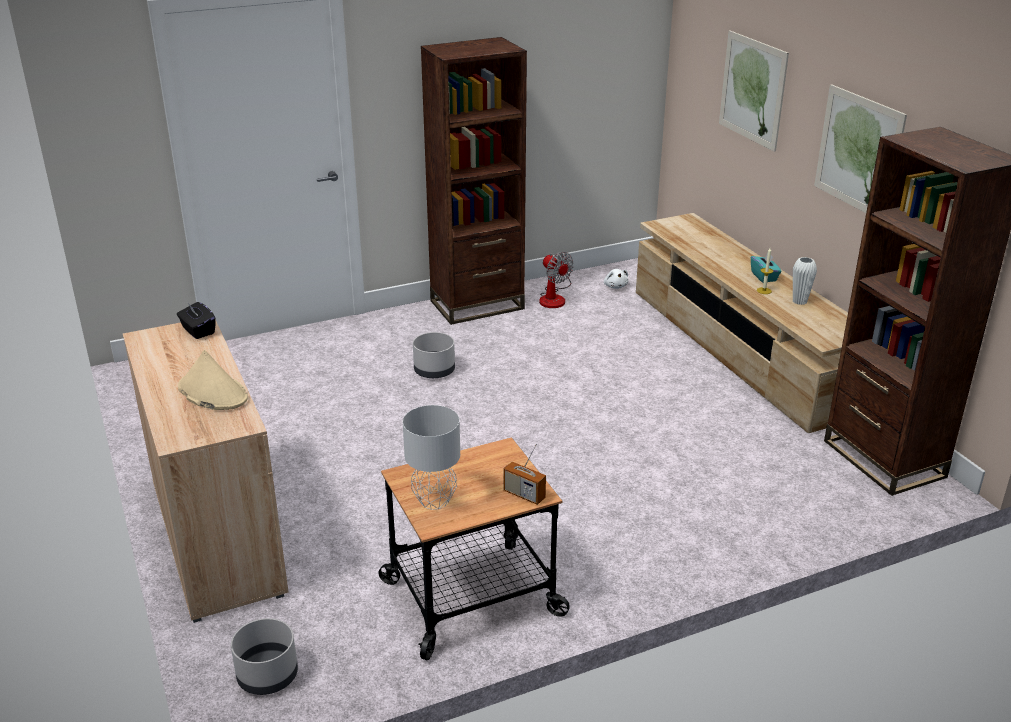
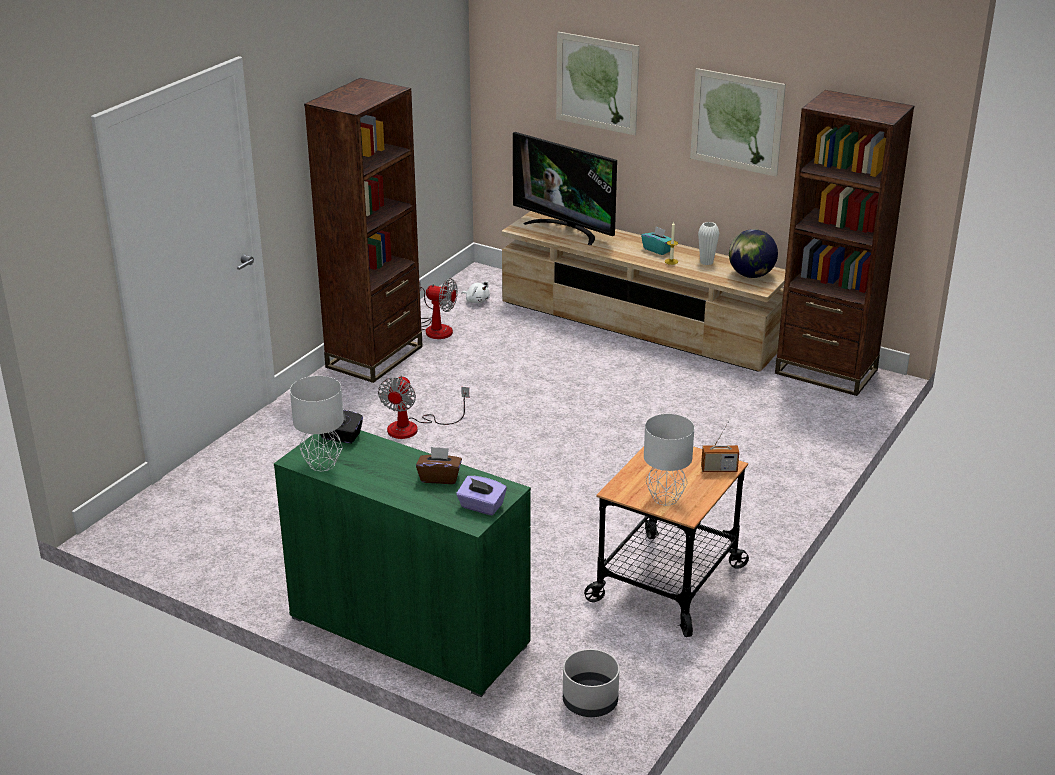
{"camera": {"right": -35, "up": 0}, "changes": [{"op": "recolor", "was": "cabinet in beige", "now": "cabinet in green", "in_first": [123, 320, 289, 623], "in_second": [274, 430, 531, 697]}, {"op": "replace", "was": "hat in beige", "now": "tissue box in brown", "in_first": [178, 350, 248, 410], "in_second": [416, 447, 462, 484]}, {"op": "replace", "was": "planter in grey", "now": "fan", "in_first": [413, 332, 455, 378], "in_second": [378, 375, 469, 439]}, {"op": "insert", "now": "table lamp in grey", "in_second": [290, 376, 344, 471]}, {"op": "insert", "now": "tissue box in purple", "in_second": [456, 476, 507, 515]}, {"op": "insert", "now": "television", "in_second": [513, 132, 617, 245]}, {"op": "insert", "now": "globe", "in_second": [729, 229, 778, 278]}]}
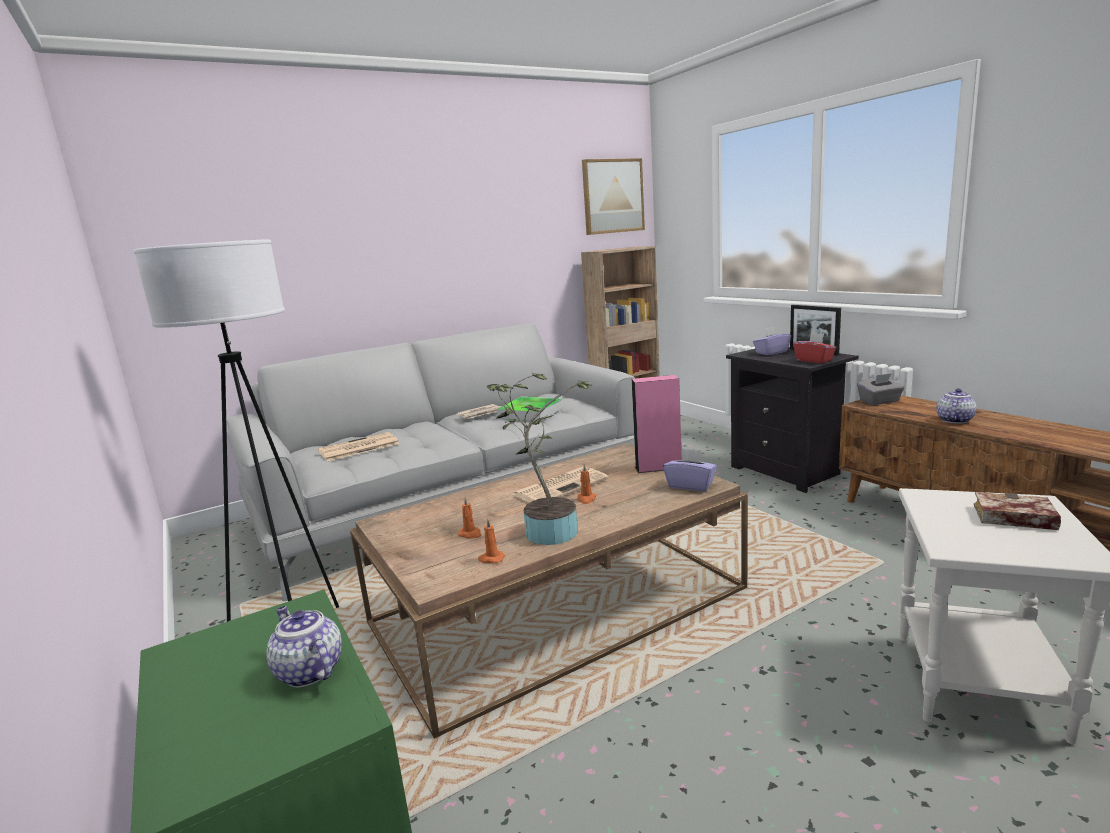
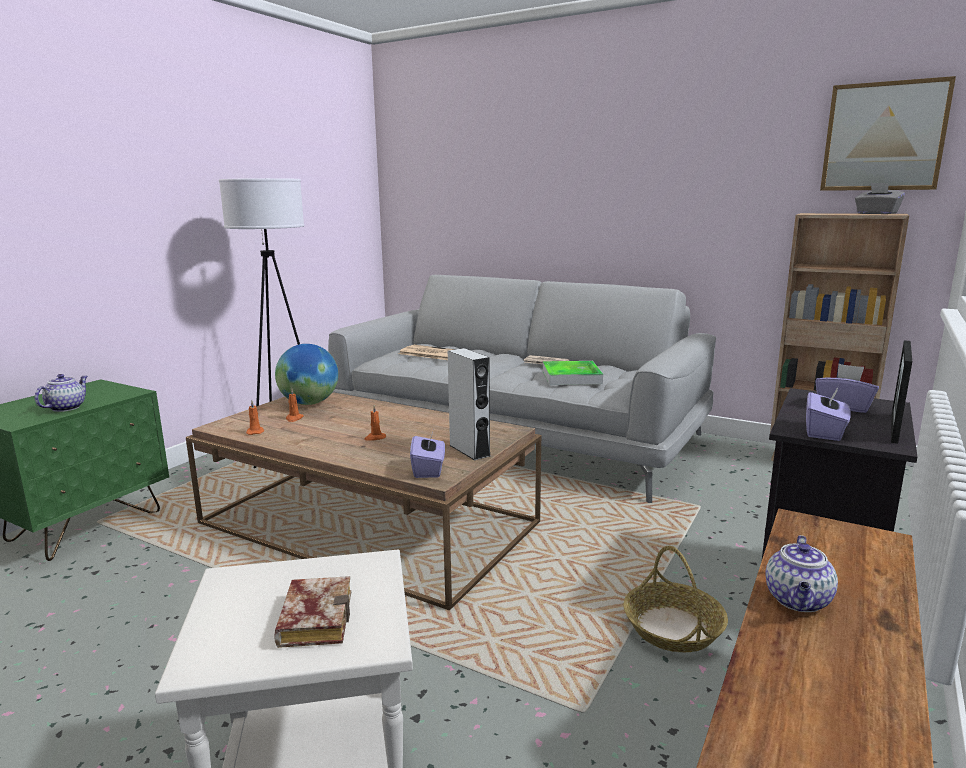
{"camera": {"right": 60, "up": 0}, "changes": [{"op": "delete", "was": "potted plant", "in_first": [487, 372, 593, 545]}, {"op": "delete", "was": "newspaper", "in_first": [512, 466, 608, 503]}, {"op": "recolor", "was": "speaker in pink", "now": "speaker in grey", "in_first": [632, 375, 681, 473], "in_second": [448, 348, 490, 460]}, {"op": "recolor", "was": "tissue box in red", "now": "tissue box in purple", "in_first": [793, 332, 836, 363], "in_second": [806, 387, 851, 441]}, {"op": "move", "was": "tissue box in grey", "in_first": [857, 373, 904, 405], "in_second": [855, 183, 905, 214]}, {"op": "rotate", "was": "teapot", "in_first": [936, 388, 977, 424], "in_second": [765, 535, 838, 612], "clockwise": 105}, {"op": "insert", "now": "globe", "in_second": [275, 344, 338, 405]}, {"op": "insert", "now": "basket", "in_second": [624, 546, 728, 652]}]}
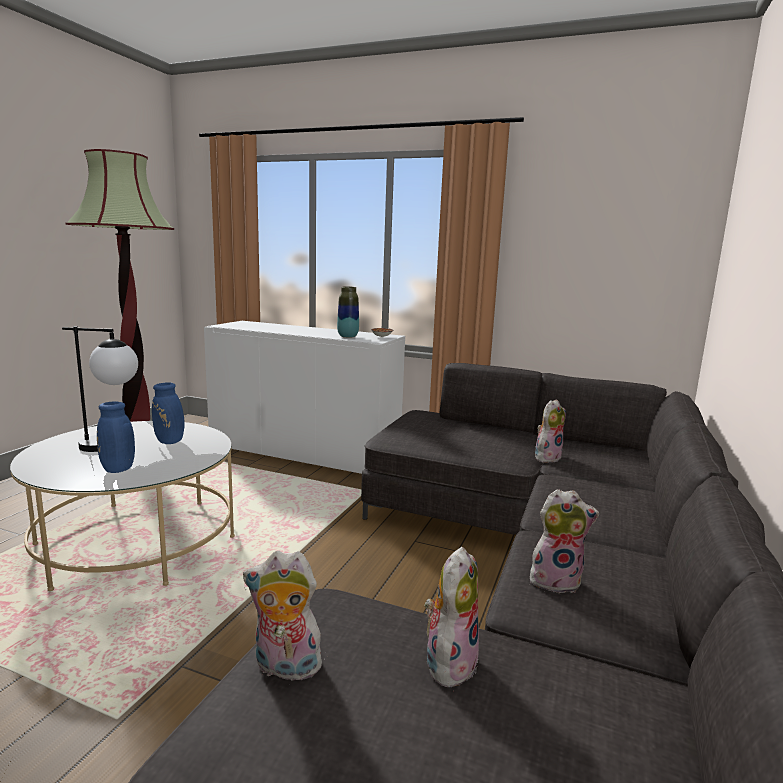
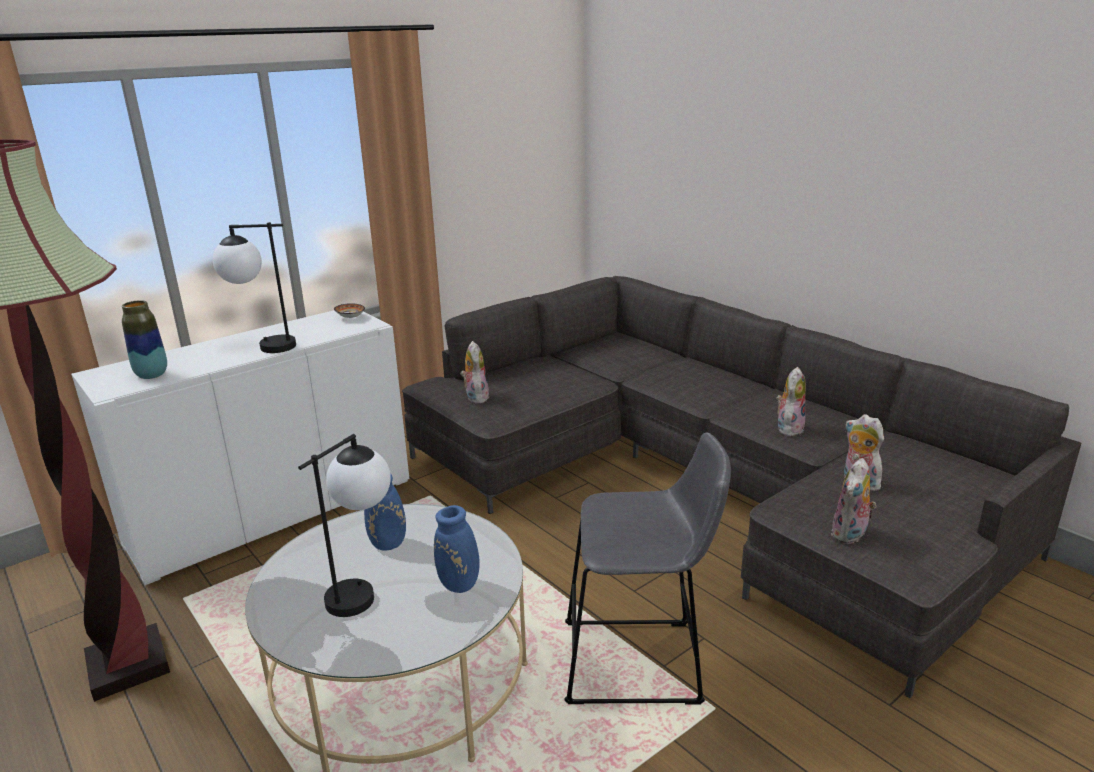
{"camera": {"right": -60, "up": 10}, "changes": [{"op": "move", "was": "vase", "in_first": [337, 286, 359, 338], "in_second": [122, 300, 167, 379]}, {"op": "move", "was": "plush toy", "in_first": [535, 399, 566, 463], "in_second": [460, 341, 490, 404]}, {"op": "insert", "now": "table lamp", "in_second": [213, 222, 296, 353]}, {"op": "insert", "now": "stool in grey", "in_second": [565, 433, 731, 705]}]}
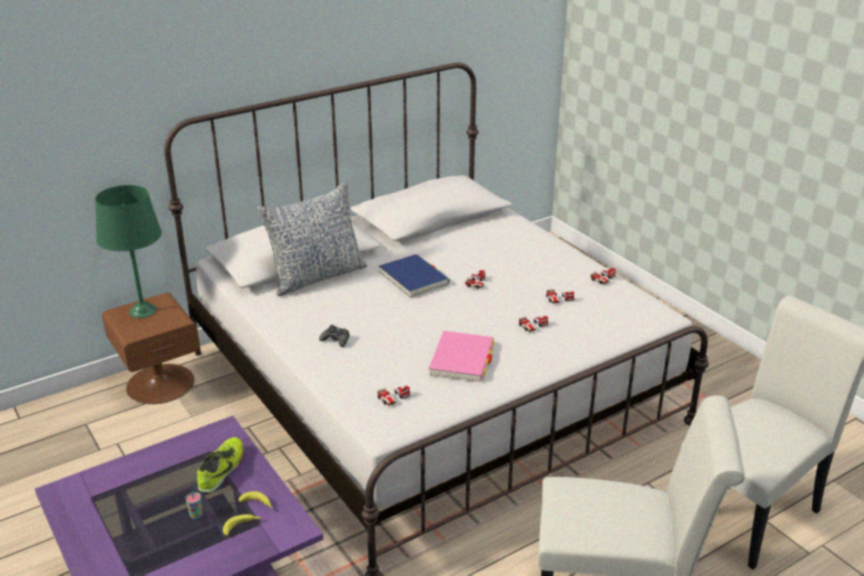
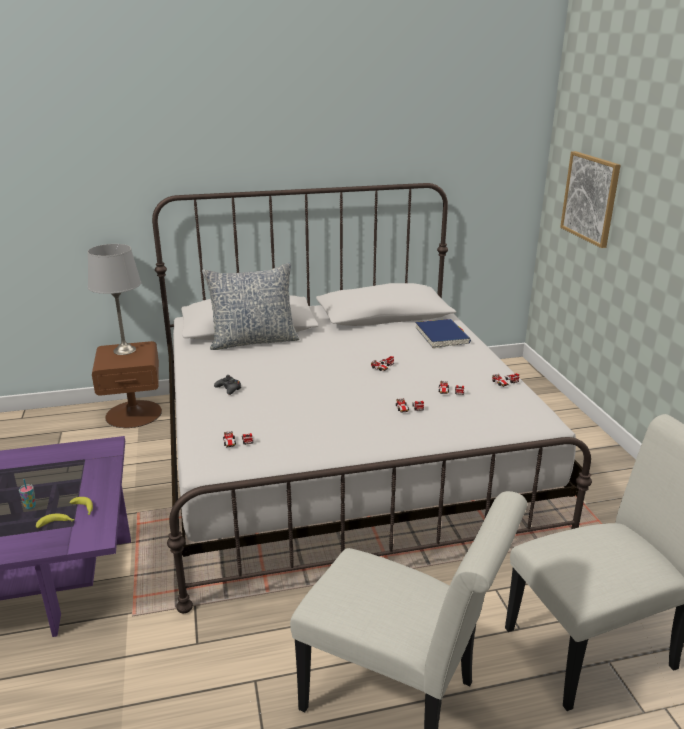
{"camera": {"right": 20, "up": -5}, "changes": [{"op": "recolor", "was": "table lamp in green", "now": "table lamp in grey", "in_first": [95, 185, 162, 318], "in_second": [88, 244, 141, 355]}, {"op": "delete", "was": "shoe", "in_first": [197, 437, 244, 494]}, {"op": "move", "was": "book in blue", "in_first": [379, 254, 450, 298], "in_second": [415, 319, 471, 348]}, {"op": "delete", "was": "book in pink", "in_first": [429, 331, 495, 382]}, {"op": "insert", "now": "picture", "in_second": [560, 151, 621, 248]}]}
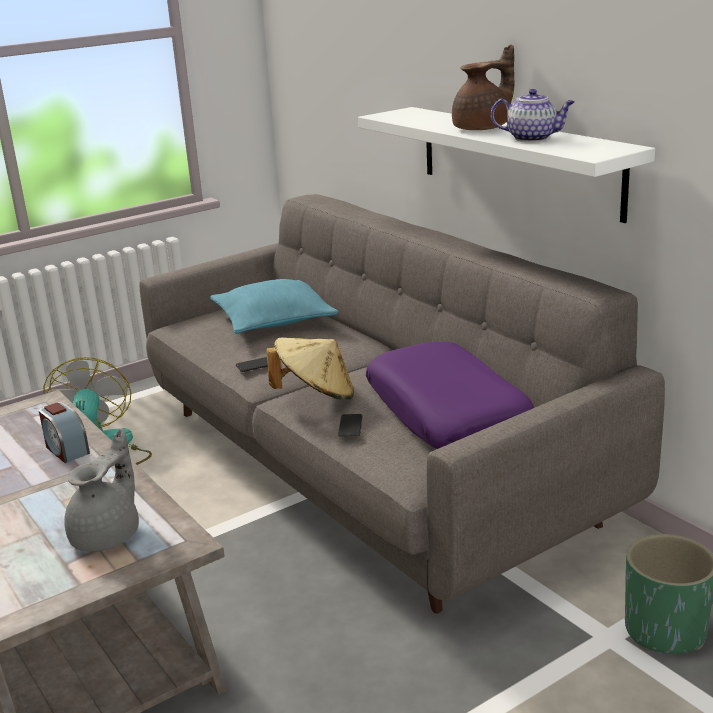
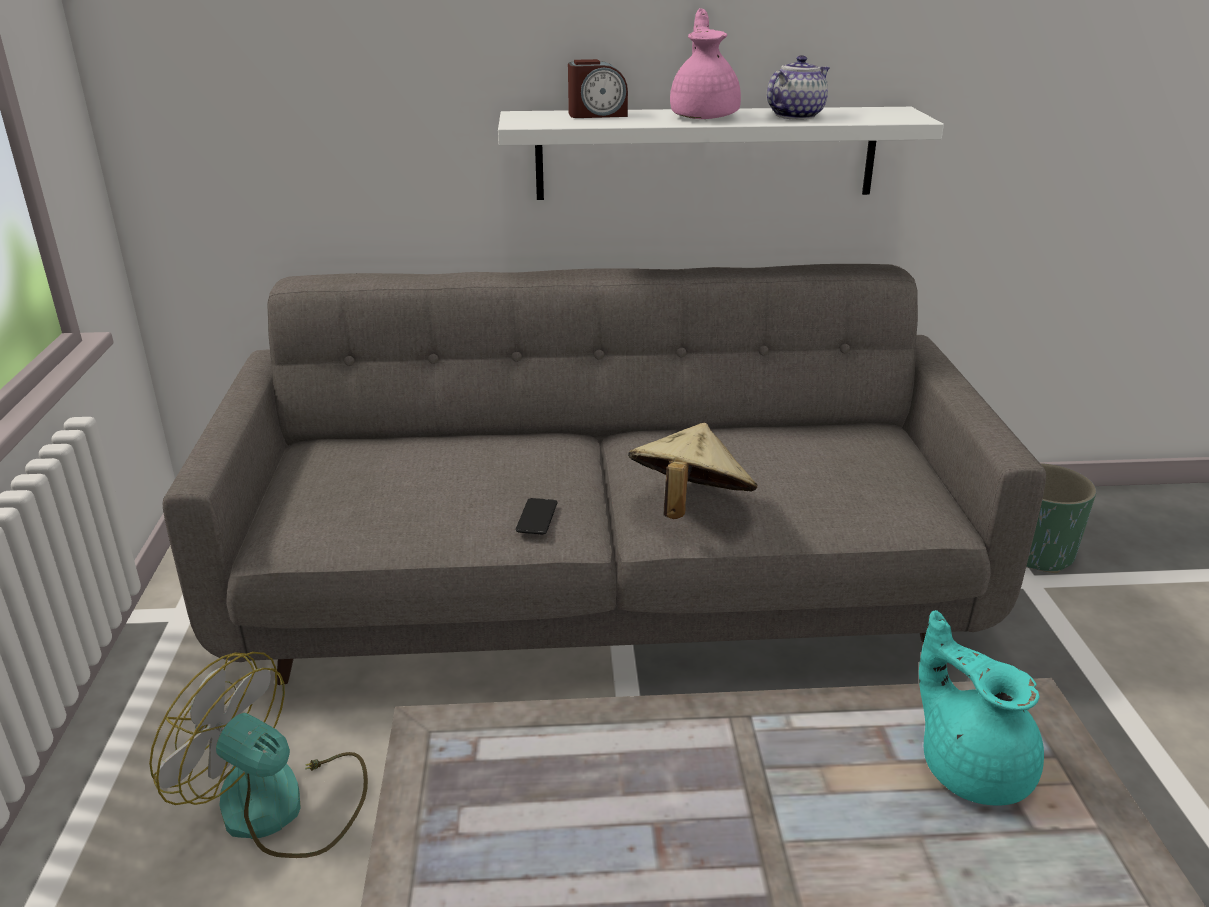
{"camera": {"right": -60, "up": 5}, "changes": [{"op": "move", "was": "alarm clock", "in_first": [39, 402, 90, 463], "in_second": [568, 59, 628, 118]}, {"op": "recolor", "was": "teapot in grey", "now": "teapot in turquoise", "in_first": [64, 428, 139, 551], "in_second": [919, 610, 1044, 806]}, {"op": "delete", "was": "pillow in turquoise", "in_first": [210, 279, 339, 334]}, {"op": "delete", "was": "phone", "in_first": [338, 414, 363, 437]}, {"op": "delete", "was": "pillow in purple", "in_first": [366, 342, 534, 449]}, {"op": "recolor", "was": "teapot in brown", "now": "teapot in pink", "in_first": [452, 44, 514, 130], "in_second": [670, 8, 741, 119]}]}
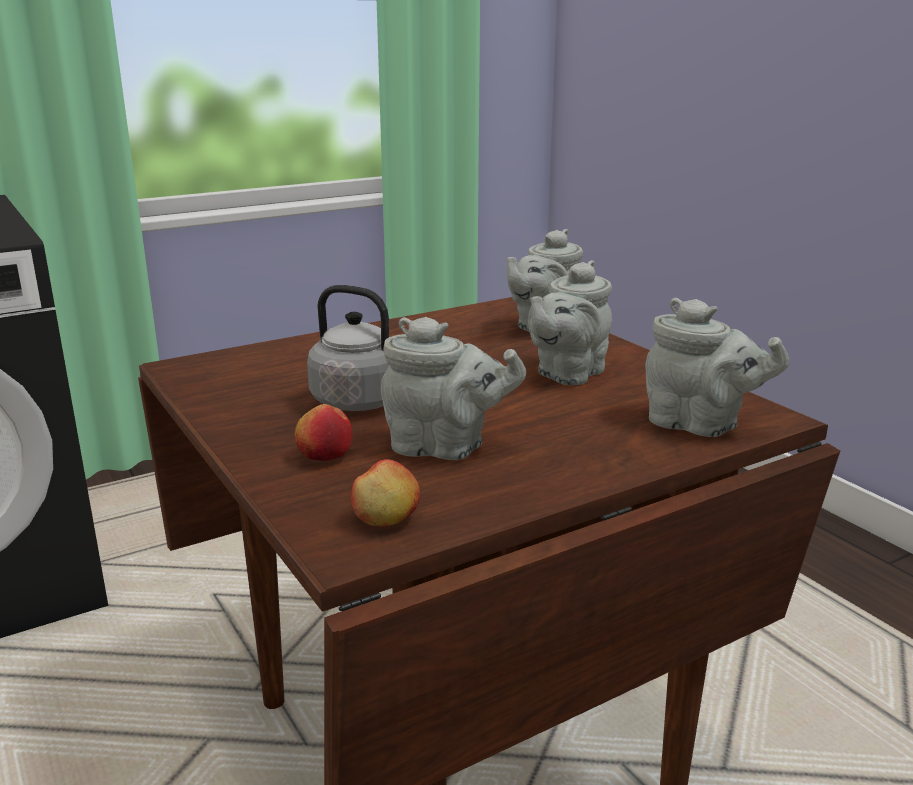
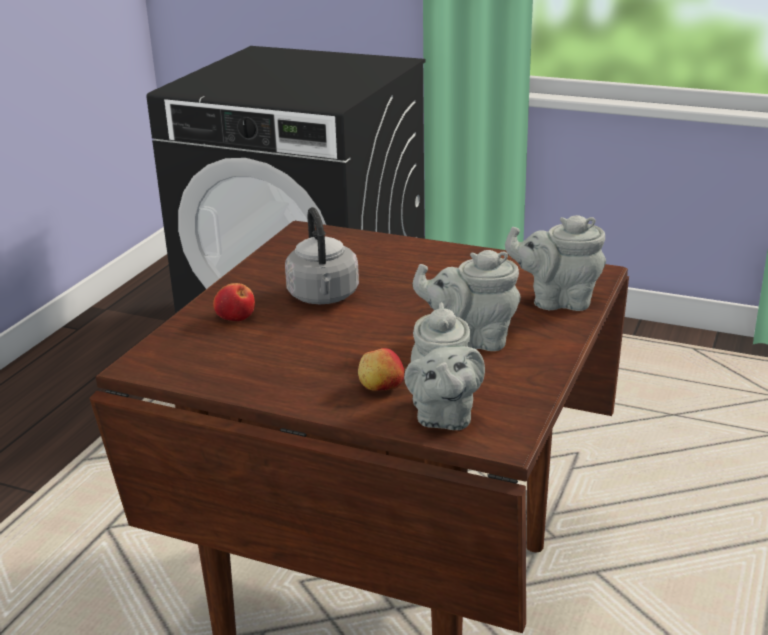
{"camera": {"right": 55, "up": 5}, "changes": [{"op": "move", "was": "apple", "in_first": [351, 459, 420, 527], "in_second": [358, 348, 404, 391]}, {"op": "delete", "was": "teapot in grey", "in_first": [381, 317, 526, 460]}]}
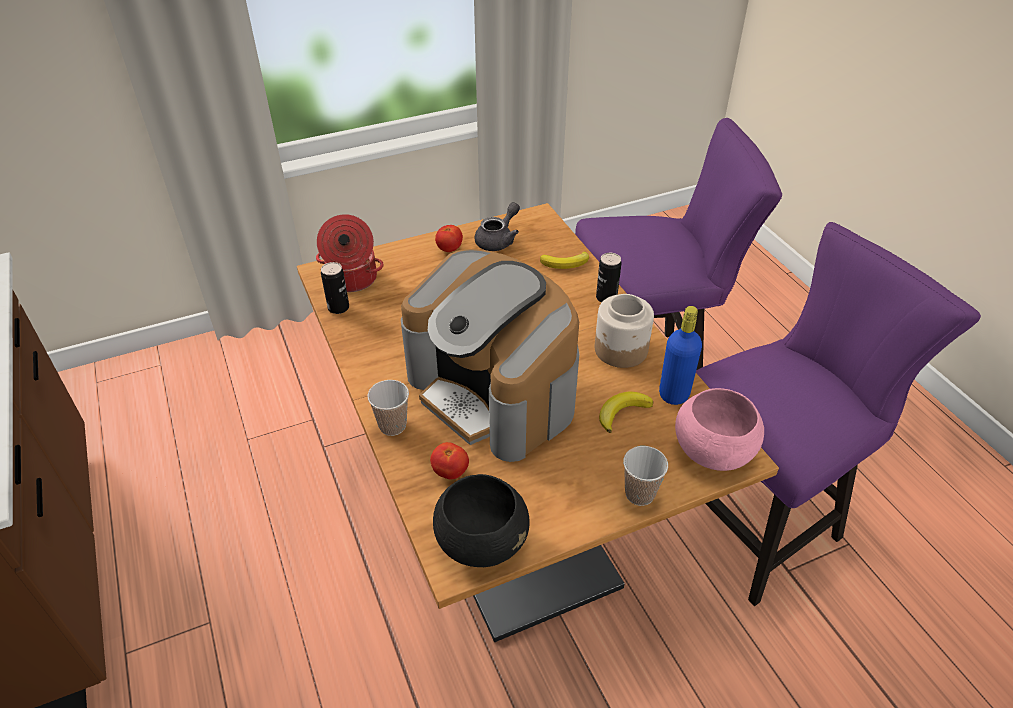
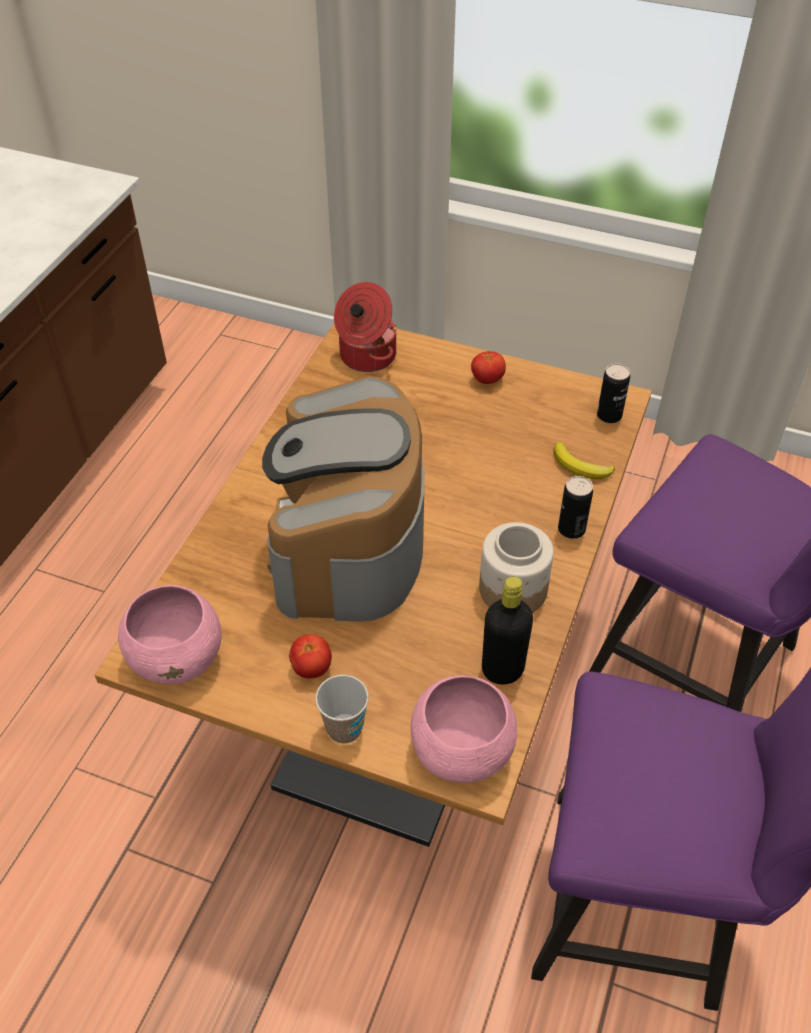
{"camera": {"right": 45, "up": 5}, "changes": [{"op": "move", "was": "can", "in_first": [321, 262, 349, 314], "in_second": [597, 364, 630, 423]}, {"op": "delete", "was": "cup", "in_first": [367, 380, 409, 436]}, {"op": "move", "was": "tomato", "in_first": [430, 442, 469, 480], "in_second": [289, 634, 332, 679]}, {"op": "recolor", "was": "bowl in black", "now": "bowl in pink", "in_first": [433, 474, 530, 567], "in_second": [118, 585, 222, 684]}, {"op": "delete", "was": "teapot in grey", "in_first": [475, 202, 520, 251]}, {"op": "delete", "was": "banana", "in_first": [599, 392, 653, 433]}, {"op": "recolor", "was": "bottle in blue", "now": "bottle in black", "in_first": [659, 306, 702, 405], "in_second": [482, 577, 533, 685]}]}
